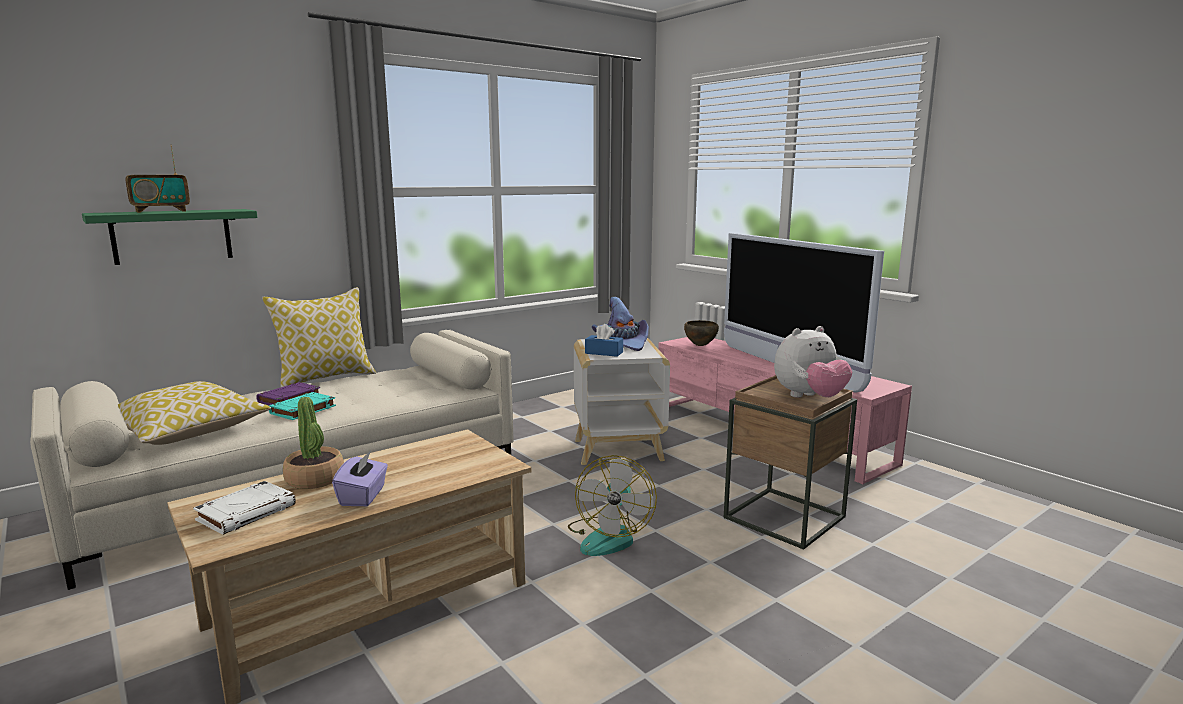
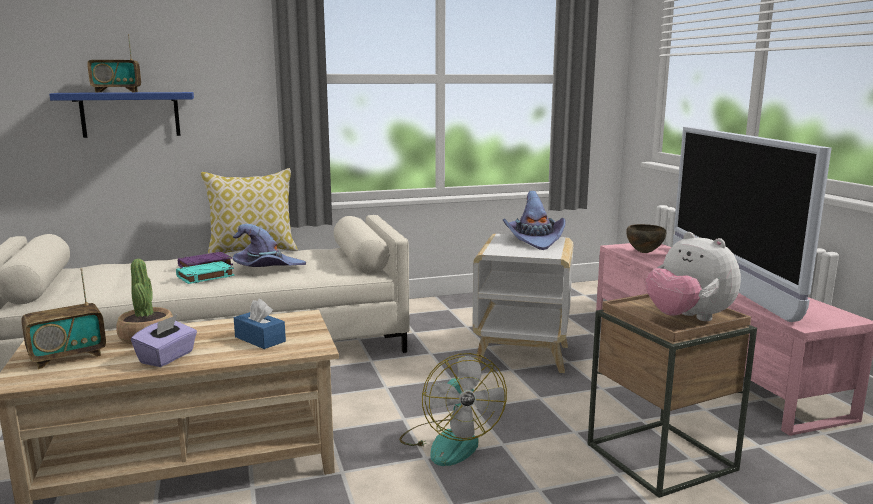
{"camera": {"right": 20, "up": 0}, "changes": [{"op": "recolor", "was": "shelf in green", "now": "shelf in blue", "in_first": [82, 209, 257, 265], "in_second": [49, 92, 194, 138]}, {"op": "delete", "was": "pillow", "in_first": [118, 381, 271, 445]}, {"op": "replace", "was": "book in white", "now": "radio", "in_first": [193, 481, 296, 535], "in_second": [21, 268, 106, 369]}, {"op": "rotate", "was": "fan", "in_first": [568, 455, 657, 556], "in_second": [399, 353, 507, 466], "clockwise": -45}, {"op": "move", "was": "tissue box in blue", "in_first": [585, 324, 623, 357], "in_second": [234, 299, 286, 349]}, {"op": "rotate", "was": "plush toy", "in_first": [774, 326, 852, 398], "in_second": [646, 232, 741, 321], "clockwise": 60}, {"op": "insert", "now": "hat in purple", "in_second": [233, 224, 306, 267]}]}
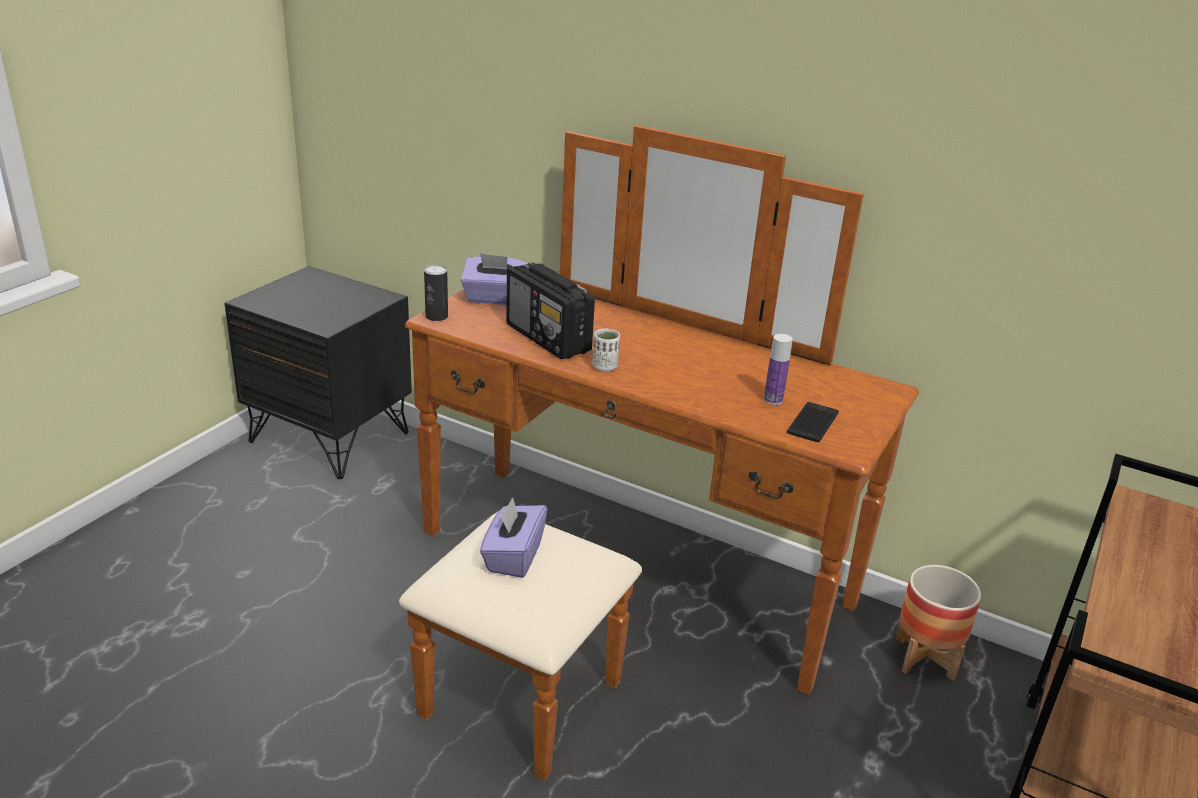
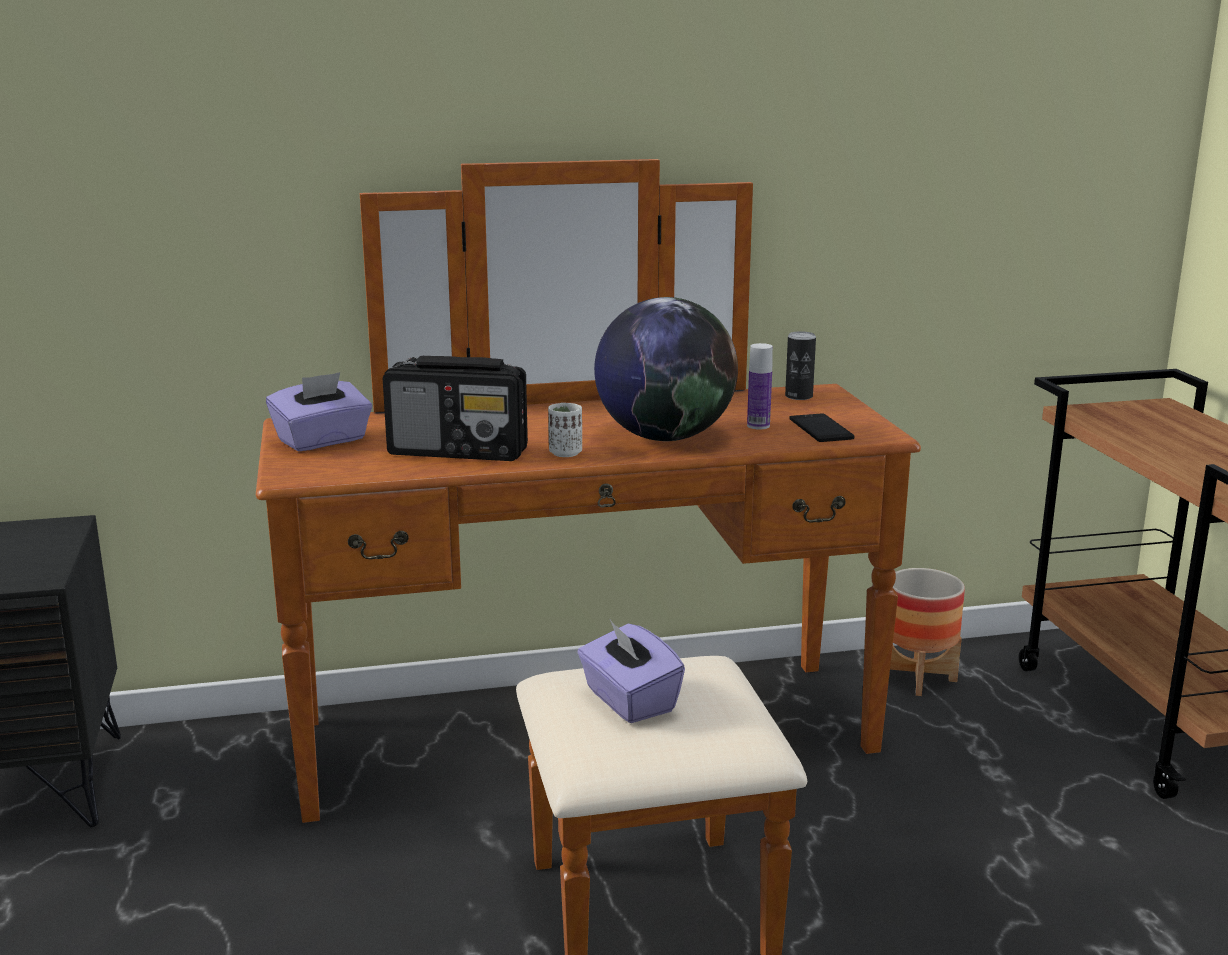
{"camera": {"right": -40, "up": -10}, "changes": [{"op": "move", "was": "can", "in_first": [424, 265, 448, 321], "in_second": [785, 331, 816, 400]}, {"op": "insert", "now": "globe", "in_second": [594, 297, 738, 441]}]}
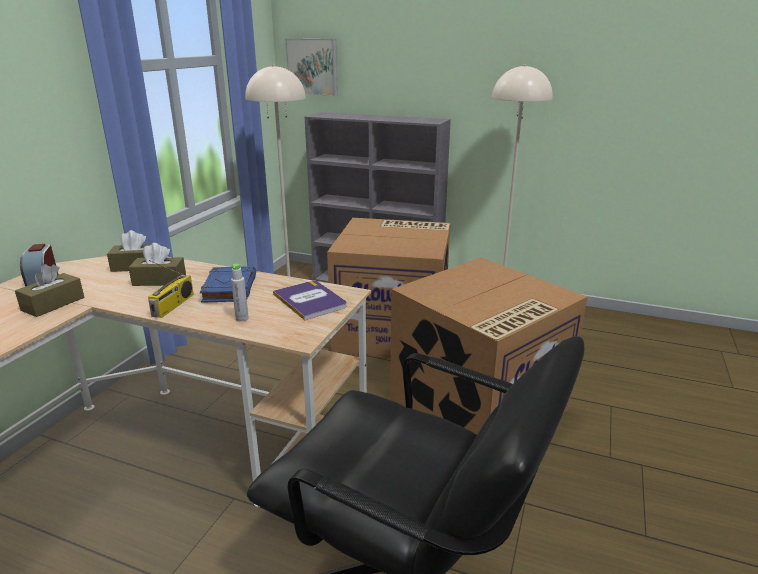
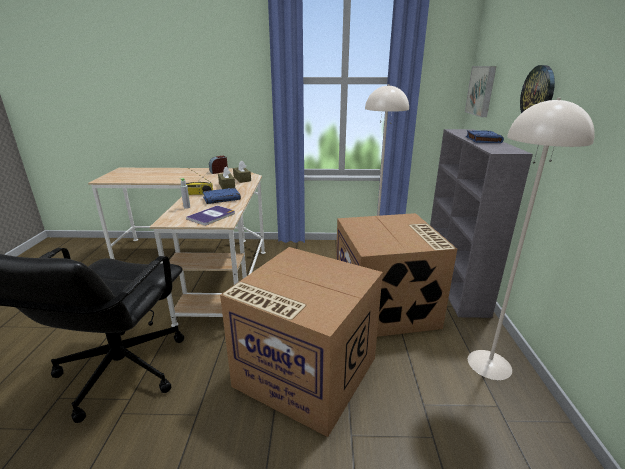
{"camera": {"right": 70, "up": 0}, "changes": [{"op": "delete", "was": "tissue box in brown", "in_first": [15, 264, 84, 317]}, {"op": "insert", "now": "book in blue", "in_second": [466, 130, 504, 143]}, {"op": "insert", "now": "wall clock", "in_second": [520, 65, 555, 113]}]}
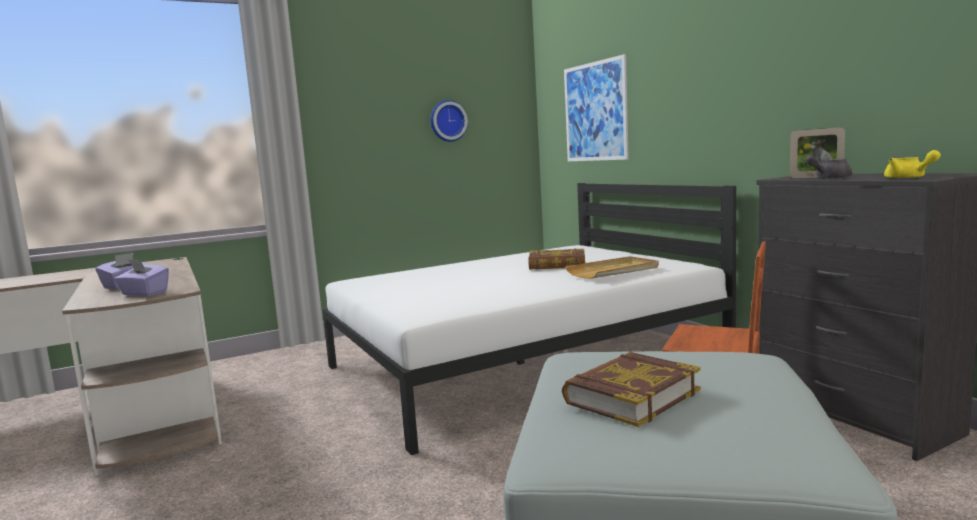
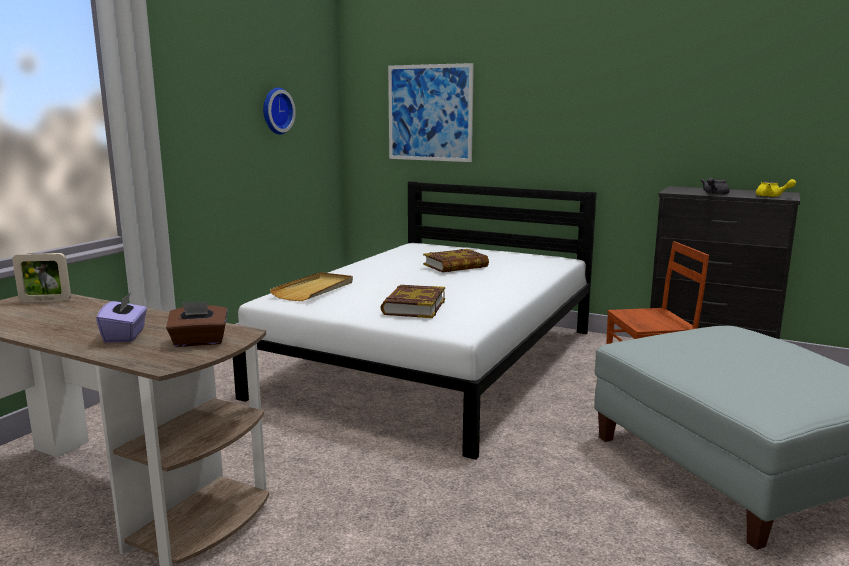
{"camera": {"right": -35, "up": 5}, "changes": [{"op": "recolor", "was": "tissue box in purple", "now": "tissue box in brown", "in_first": [114, 259, 169, 296], "in_second": [166, 302, 228, 347]}, {"op": "move", "was": "book", "in_first": [562, 352, 701, 427], "in_second": [380, 285, 445, 318]}, {"op": "move", "was": "tray in beige", "in_first": [565, 256, 659, 279], "in_second": [269, 272, 353, 301]}, {"op": "move", "was": "picture frame", "in_first": [790, 127, 845, 178], "in_second": [12, 253, 71, 302]}]}
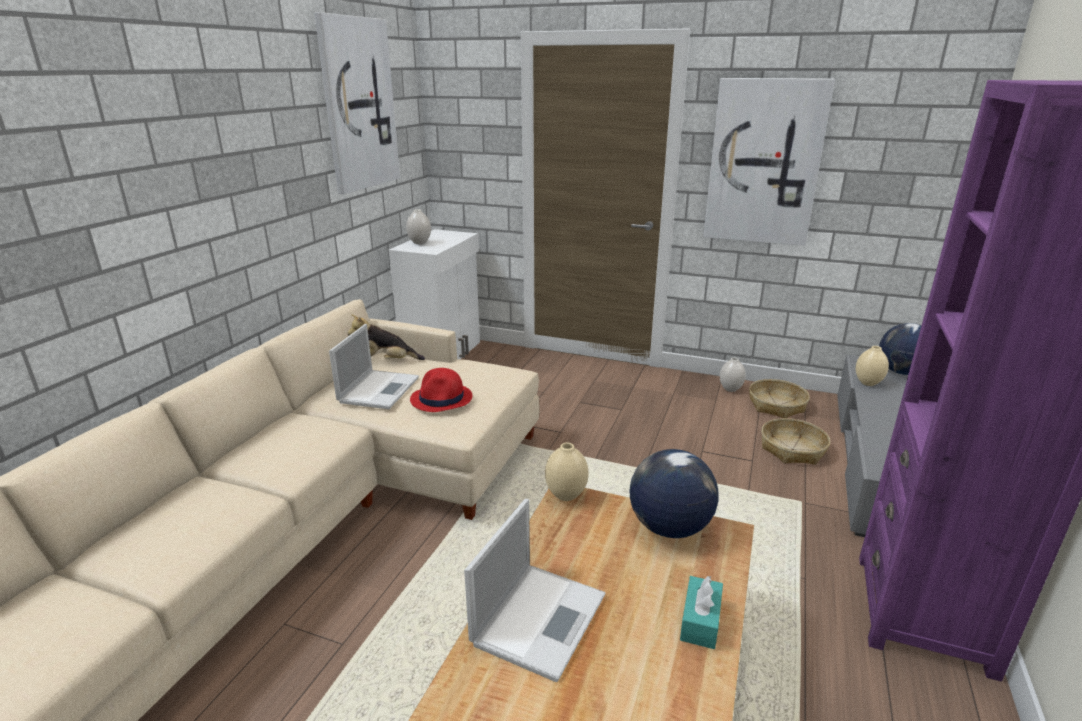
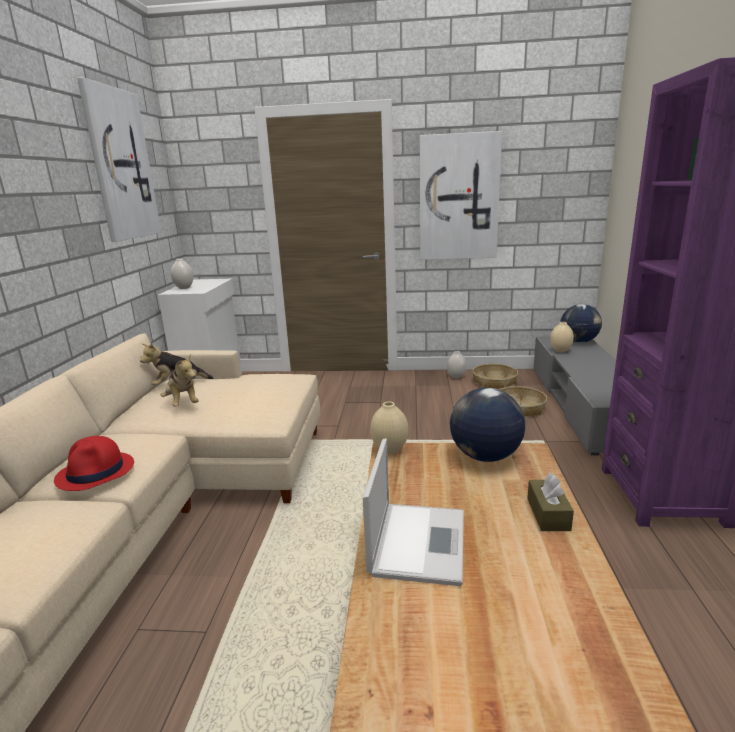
{"camera": {"right": -15, "up": -5}, "changes": [{"op": "replace", "was": "laptop", "now": "plush toy", "in_first": [329, 324, 419, 409], "in_second": [160, 354, 199, 406]}, {"op": "move", "was": "hat in red", "in_first": [410, 368, 472, 412], "in_second": [54, 436, 134, 491]}, {"op": "recolor", "was": "tissue box in turquoise", "now": "tissue box in brown", "in_first": [680, 576, 723, 649], "in_second": [527, 472, 574, 531]}]}
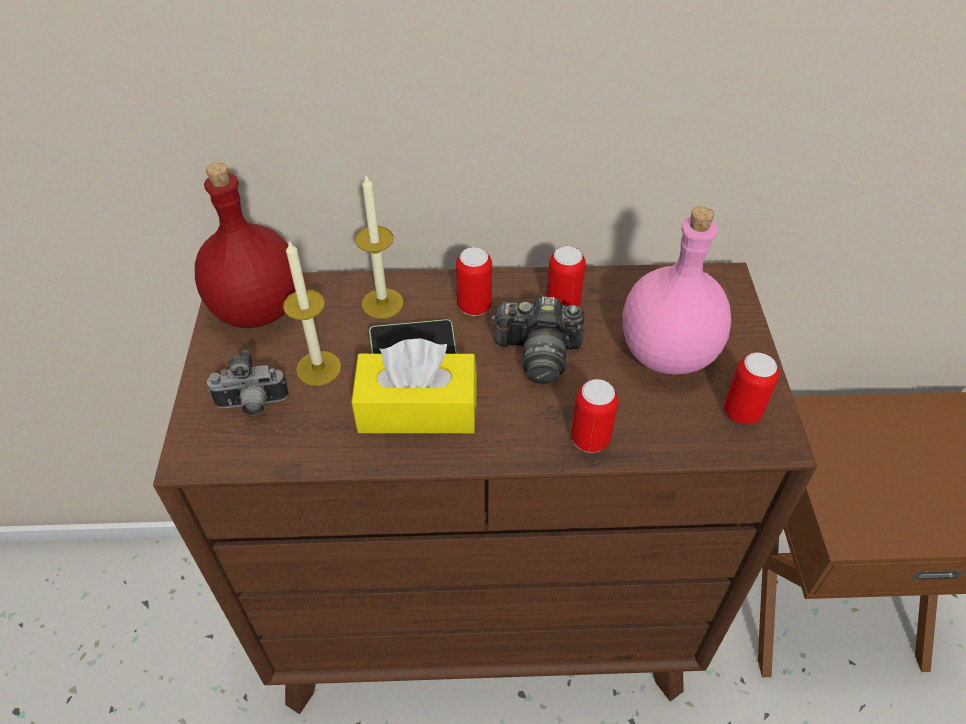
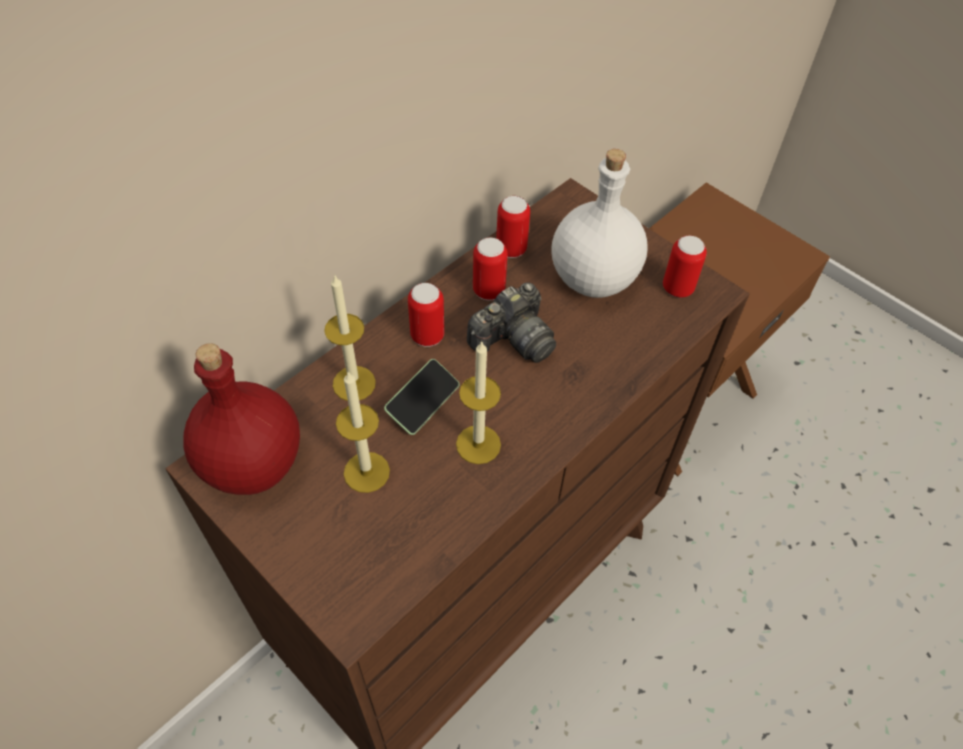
{"camera": {"right": -45, "up": 5}, "changes": [{"op": "delete", "was": "photo camera", "in_first": [207, 350, 289, 415]}, {"op": "replace", "was": "tissue box in yellow", "now": "candle", "in_first": [351, 339, 477, 433], "in_second": [456, 341, 501, 464]}, {"op": "move", "was": "can", "in_first": [571, 379, 619, 453], "in_second": [496, 196, 530, 258]}, {"op": "recolor", "was": "bottle in pink", "now": "bottle in white", "in_first": [623, 206, 731, 374], "in_second": [551, 149, 648, 298]}]}
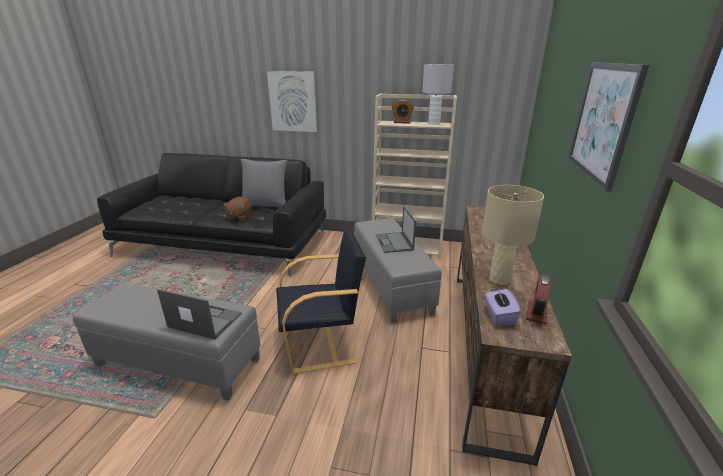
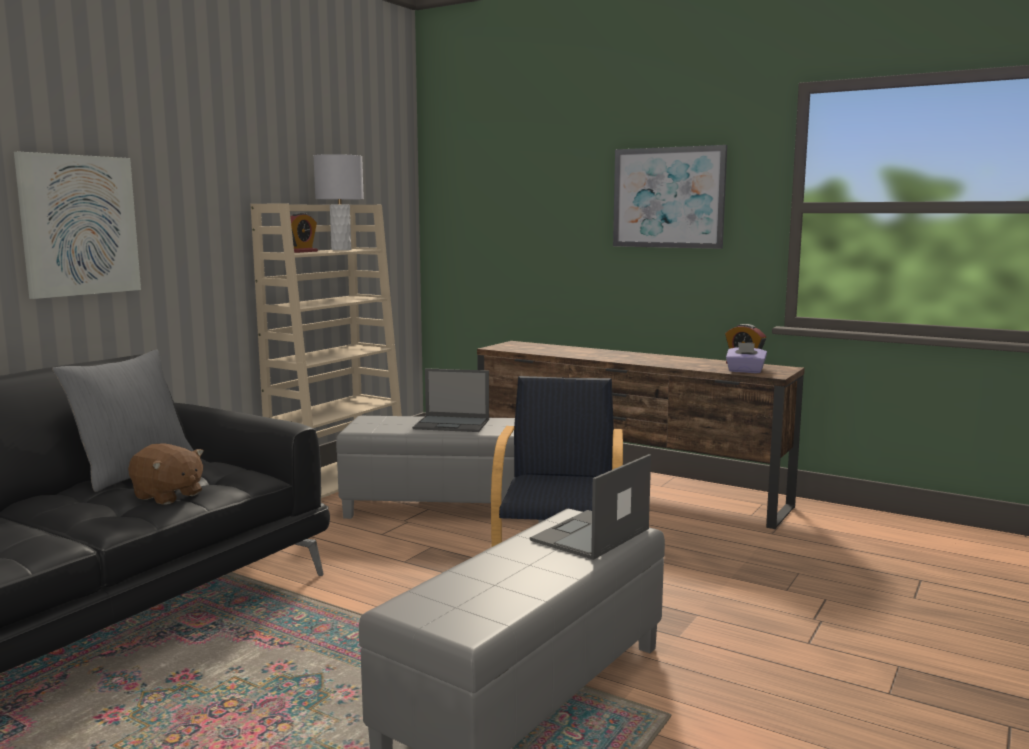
{"camera": {"right": -70, "up": -15}, "changes": [{"op": "delete", "was": "table lamp in beige", "in_first": [482, 185, 544, 285]}]}
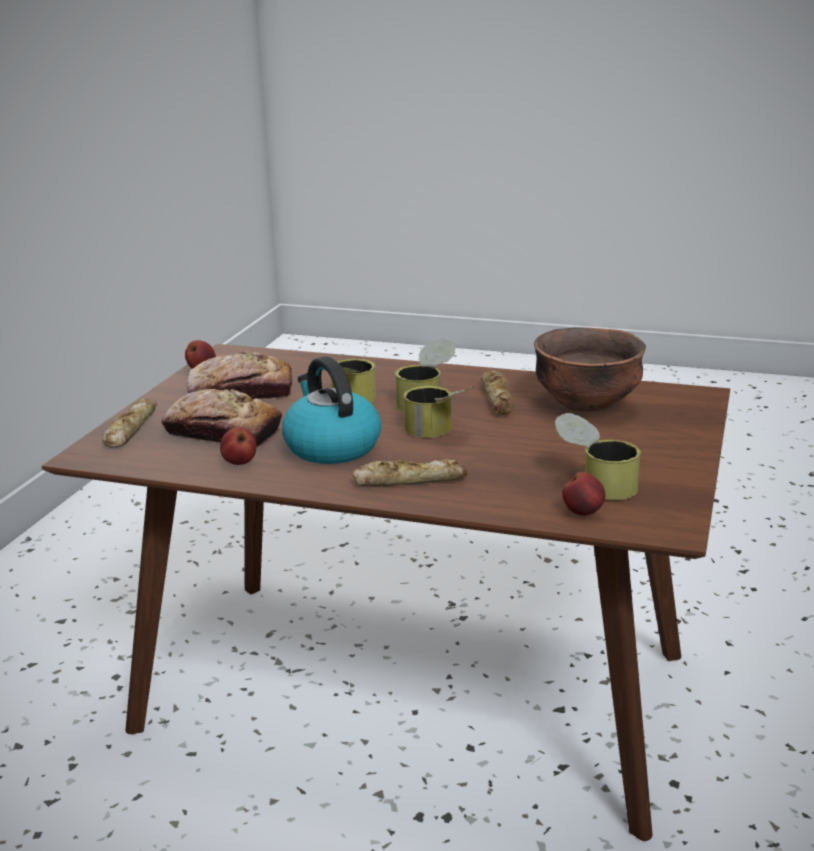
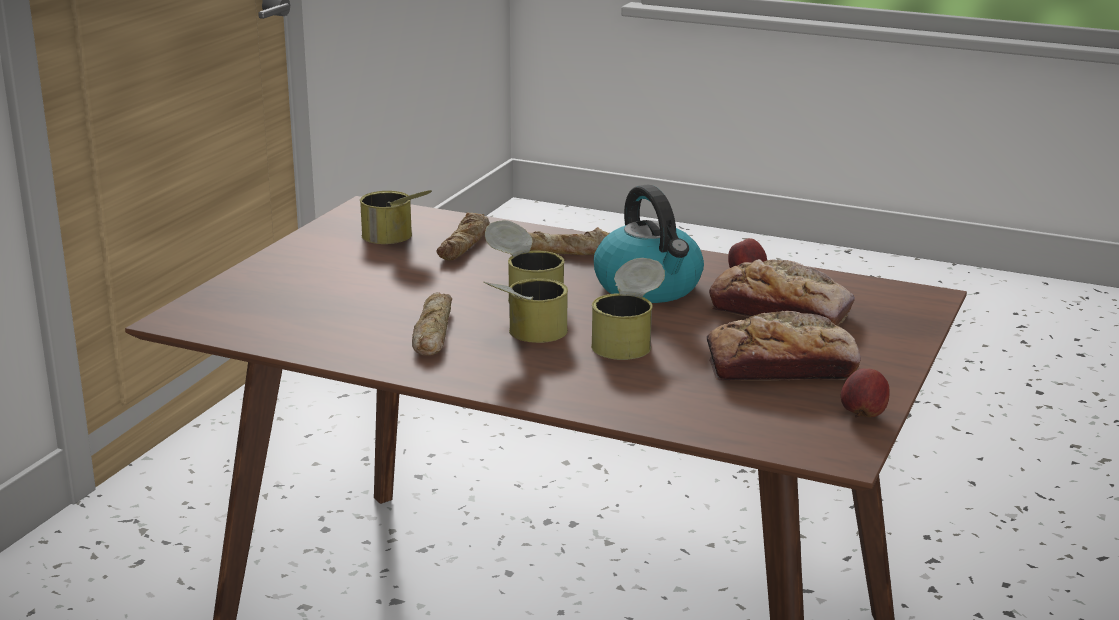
{"camera": {"right": -175, "up": 0}, "changes": [{"op": "move", "was": "bread", "in_first": [102, 398, 157, 448], "in_second": [437, 213, 490, 261]}, {"op": "delete", "was": "bowl in brown", "in_first": [534, 327, 646, 411]}, {"op": "delete", "was": "apple", "in_first": [562, 472, 605, 516]}]}
